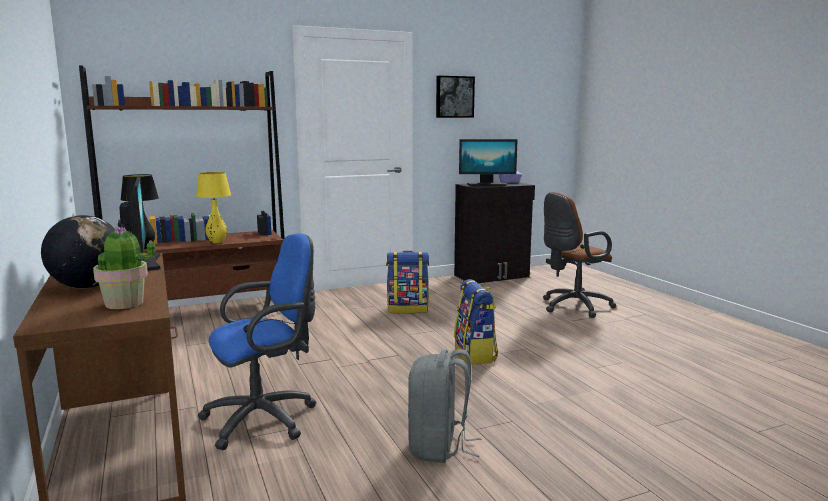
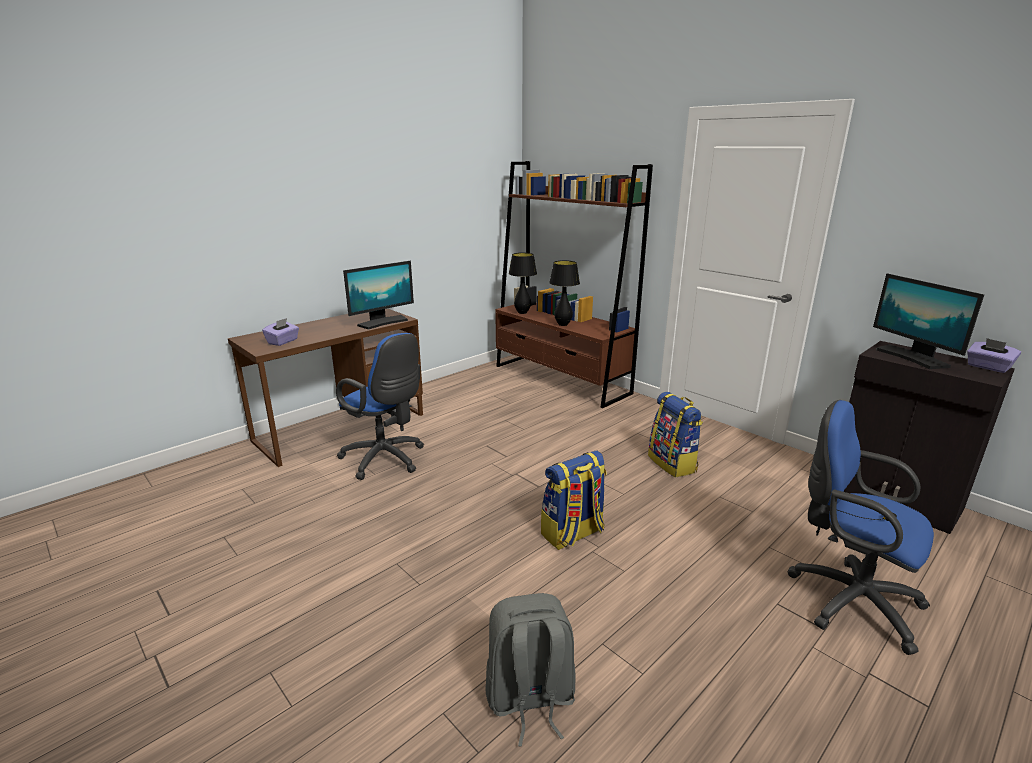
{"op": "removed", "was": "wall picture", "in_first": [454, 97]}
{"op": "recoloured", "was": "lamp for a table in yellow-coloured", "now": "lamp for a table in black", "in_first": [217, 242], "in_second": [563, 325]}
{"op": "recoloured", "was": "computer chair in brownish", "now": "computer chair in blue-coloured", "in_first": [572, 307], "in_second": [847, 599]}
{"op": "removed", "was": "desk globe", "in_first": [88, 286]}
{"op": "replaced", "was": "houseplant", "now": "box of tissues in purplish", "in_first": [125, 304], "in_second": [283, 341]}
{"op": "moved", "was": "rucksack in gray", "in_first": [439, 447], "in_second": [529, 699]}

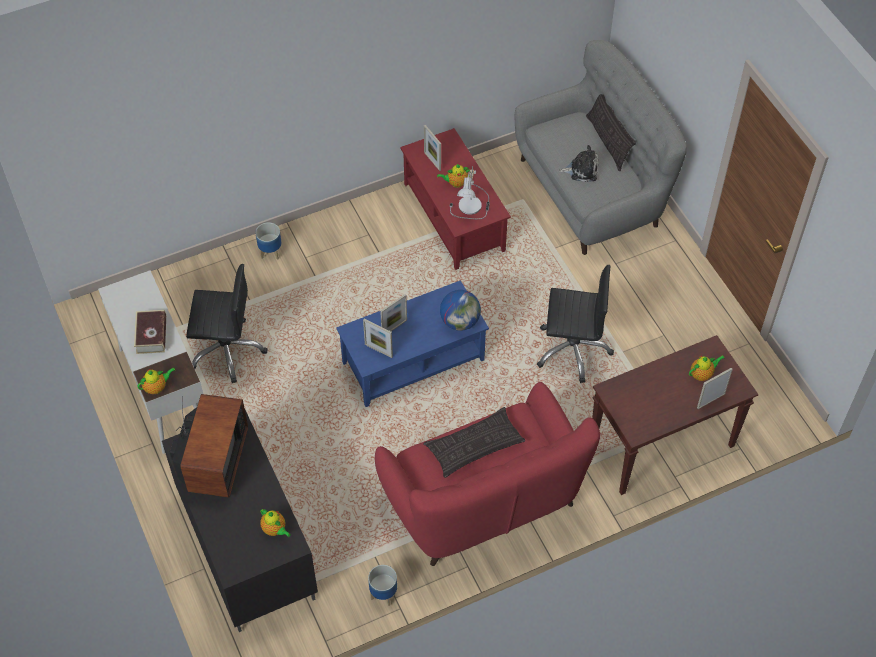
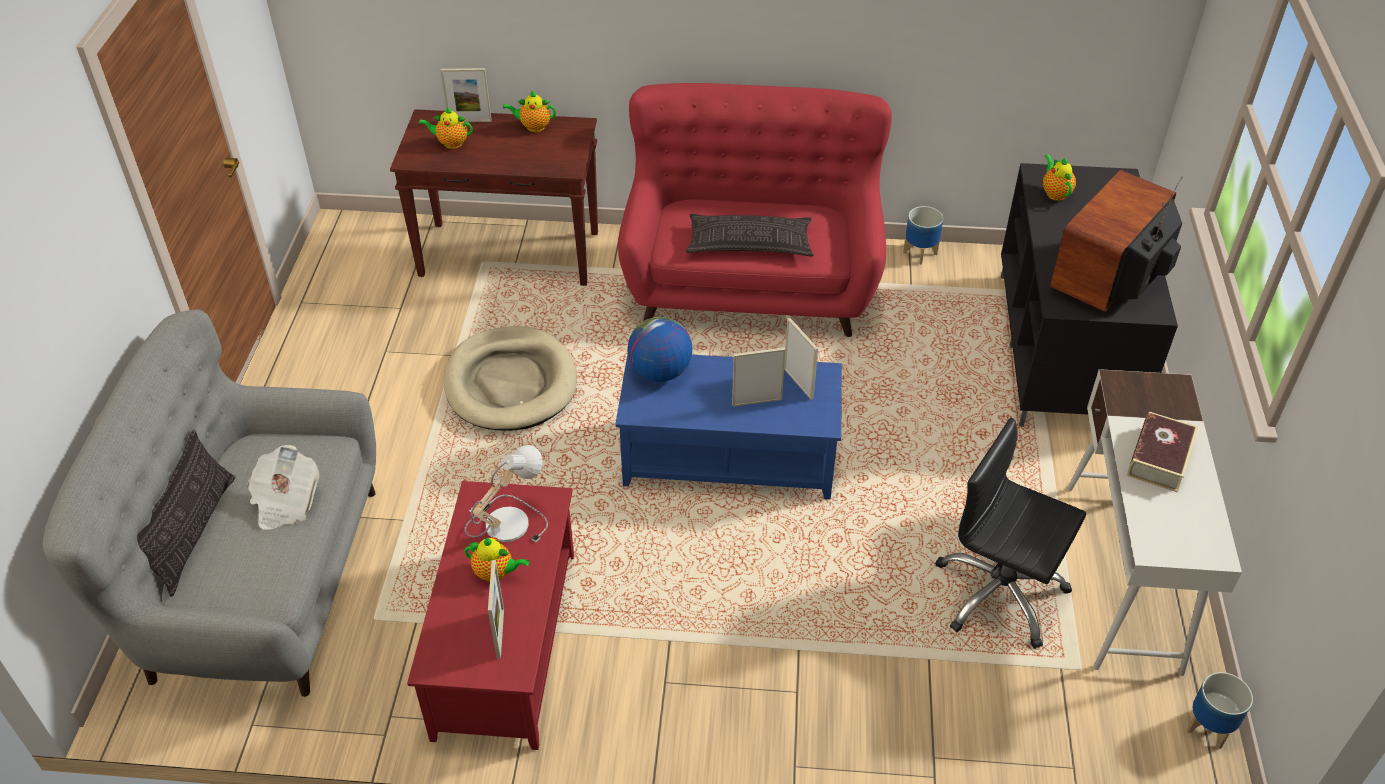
{"op": "replaced", "was": "soft toy", "now": "daily paper", "in_first": [581, 170], "in_second": [286, 502]}
{"op": "moved", "was": "flower pot", "in_first": [270, 252], "in_second": [1208, 728]}
{"op": "replaced", "was": "computer chair in black", "now": "dog bed in sand-coloured", "in_first": [572, 349], "in_second": [511, 383]}
{"op": "moved", "was": "pot for tea", "in_first": [157, 387], "in_second": [533, 127]}

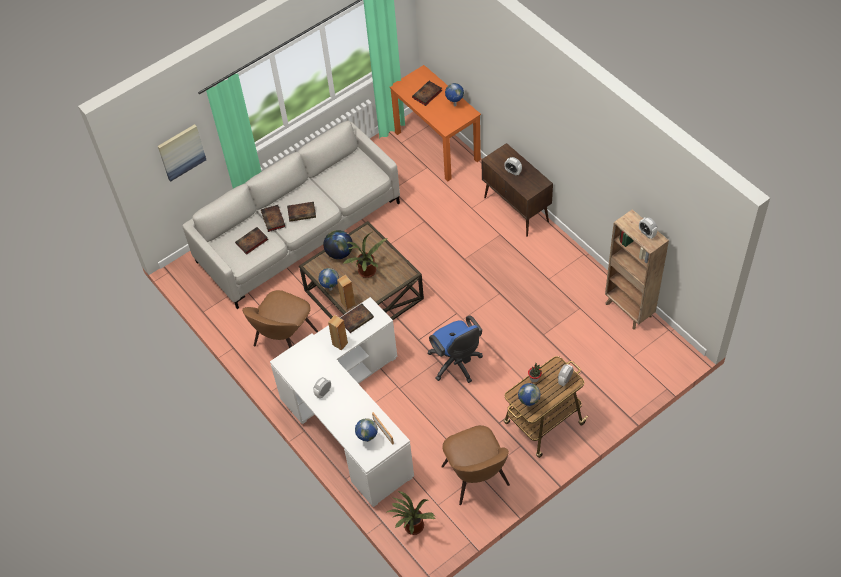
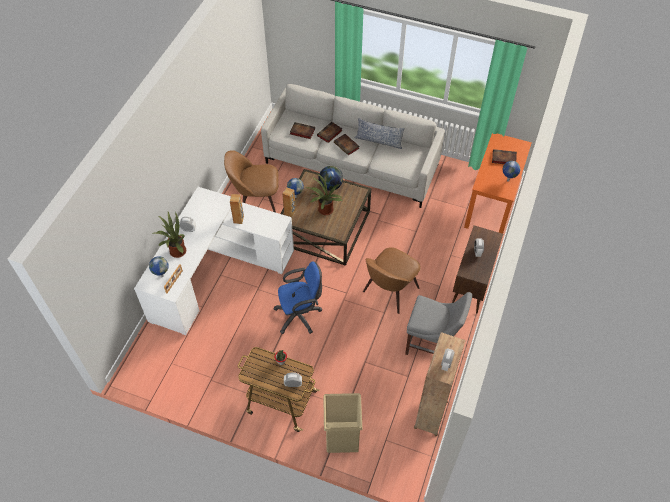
{"op": "removed", "was": "wall picture", "in_first": [181, 152]}
{"op": "removed", "was": "bound book", "in_first": [356, 319]}
{"op": "turned", "was": "computer chair in blue-coloured", "in_first": [456, 364], "in_second": [300, 315], "clockwise": -135}
{"op": "removed", "was": "desk globe", "in_first": [528, 404]}
{"op": "moved", "was": "plain chair in brownish", "in_first": [476, 478], "in_second": [389, 291]}
{"op": "moved", "was": "houseplant", "in_first": [413, 528], "in_second": [176, 251]}
{"op": "added", "now": "cushion", "in_second": [379, 141]}
{"op": "added", "now": "plain chair in gray", "in_second": [431, 345]}
{"op": "added", "now": "rubbish bin in sand-coloured", "in_second": [341, 437]}

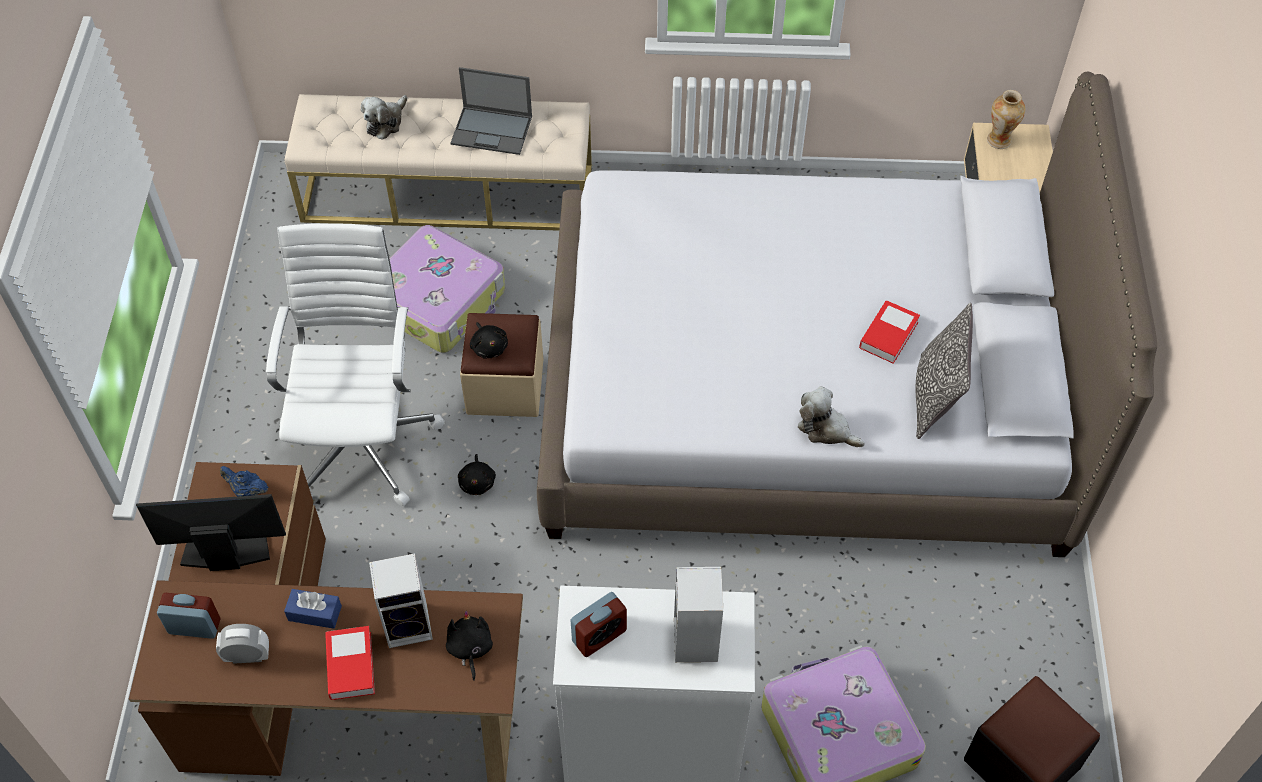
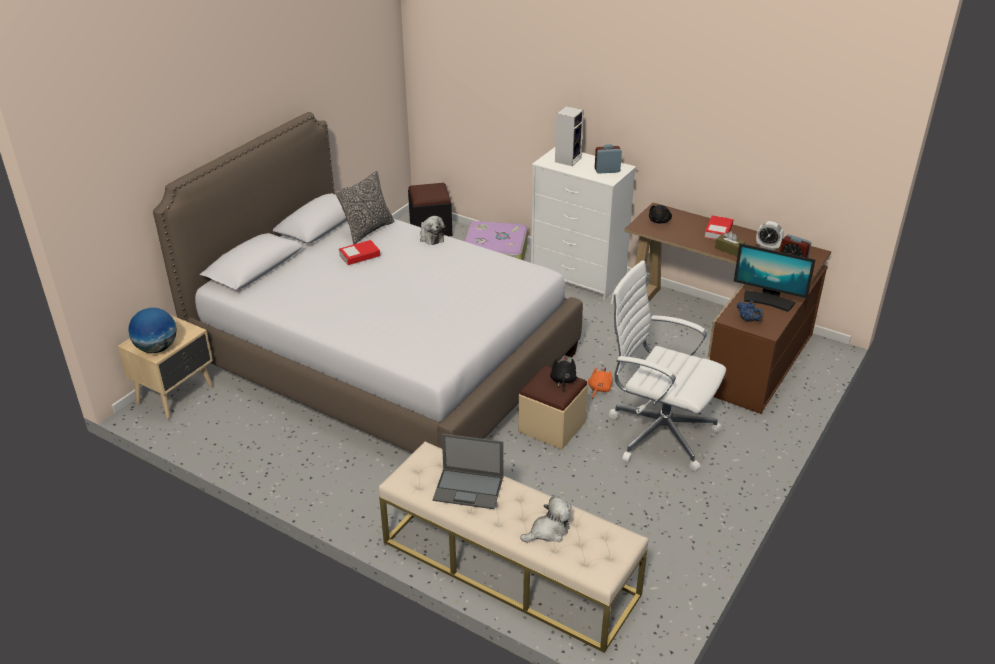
{"op": "turned", "was": "laptop", "in_first": [492, 130], "in_second": [469, 488], "clockwise": 150}
{"op": "replaced", "was": "decorative vase", "now": "desk globe", "in_first": [999, 140], "in_second": [157, 348]}
{"op": "turned", "was": "computer chair in white-coloured", "in_first": [362, 440], "in_second": [659, 433], "clockwise": 90}
{"op": "removed", "was": "piece of luggage", "in_first": [439, 300]}
{"op": "recoloured", "was": "soft toy in black", "now": "soft toy in orange-coloured", "in_first": [477, 482], "in_second": [599, 389]}
{"op": "removed", "was": "speaker", "in_first": [410, 624]}
{"op": "recoloured", "was": "box of tissues in blue-coloured", "now": "box of tissues in brownish", "in_first": [314, 613], "in_second": [729, 249]}

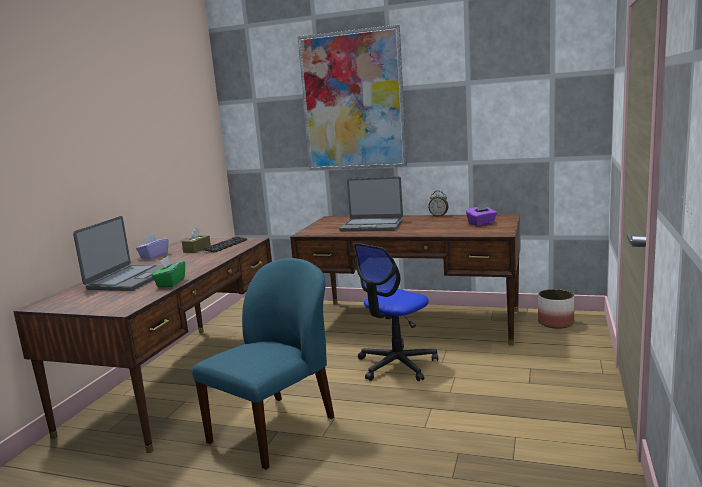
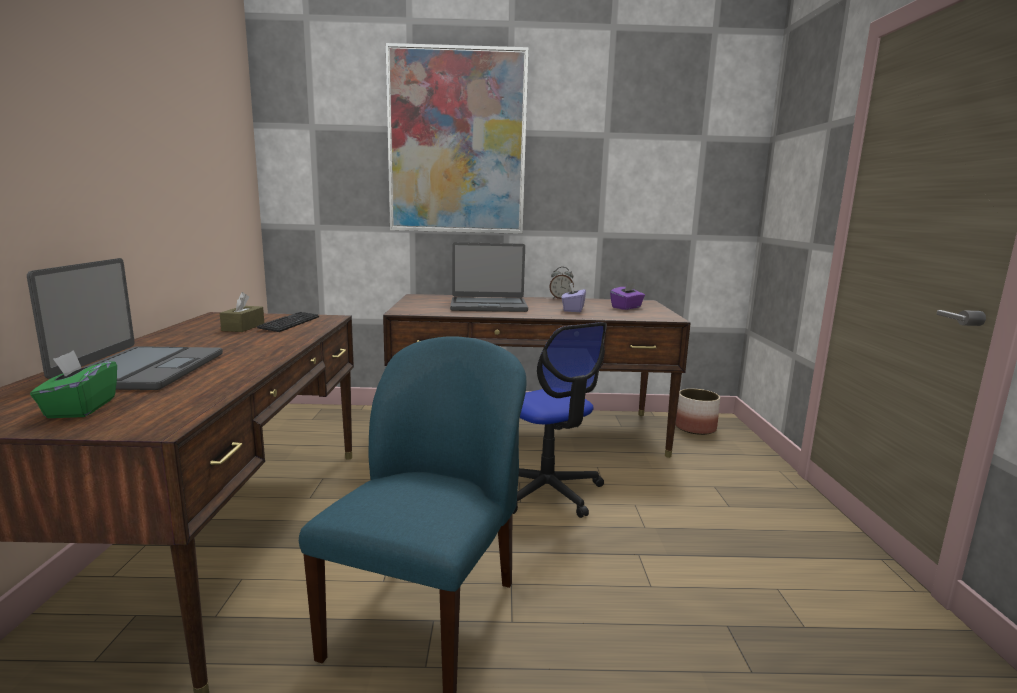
{"op": "moved", "was": "box of tissues in purplish", "in_first": [154, 256], "in_second": [573, 310]}
{"op": "turned", "was": "computer chair", "in_first": [396, 365], "in_second": [548, 491], "clockwise": -60}
{"op": "moved", "was": "box of tissues in green-coloured", "in_first": [170, 283], "in_second": [80, 408]}

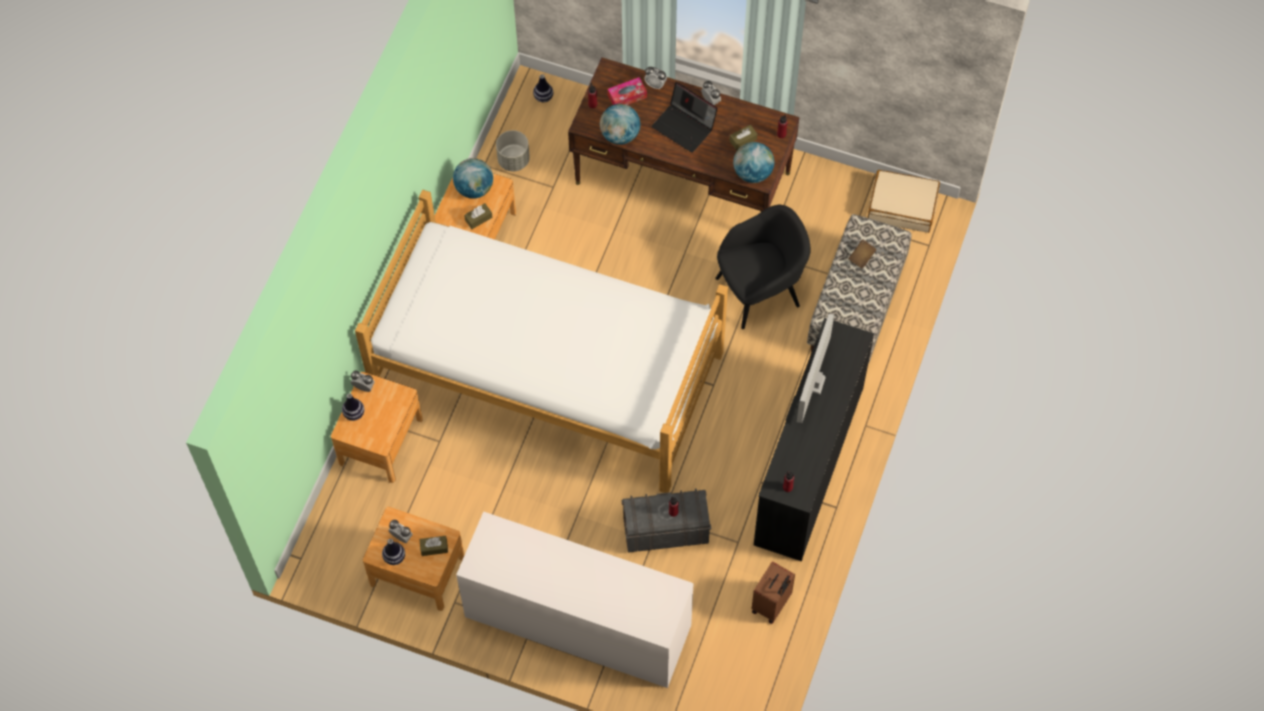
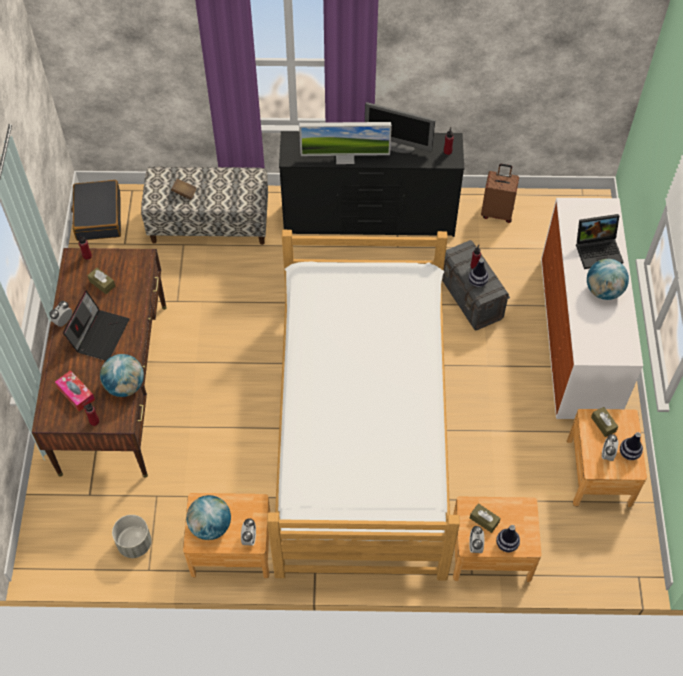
{"op": "moved", "was": "alarm clock", "in_first": [655, 84], "in_second": [249, 538]}
{"op": "moved", "was": "decorative vase", "in_first": [543, 97], "in_second": [477, 282]}
{"op": "moved", "was": "desk globe", "in_first": [752, 173], "in_second": [603, 290]}
{"op": "recoloured", "was": "piece of luggage in sand-coloured", "now": "piece of luggage in black", "in_first": [902, 206], "in_second": [98, 216]}
{"op": "moved", "was": "box of tissues in brownish", "in_first": [478, 219], "in_second": [484, 520]}
{"op": "removed", "was": "easy chair in black", "in_first": [759, 291]}
{"op": "added", "now": "computer screen", "in_second": [398, 146]}
{"op": "added", "now": "laptop", "in_second": [599, 250]}

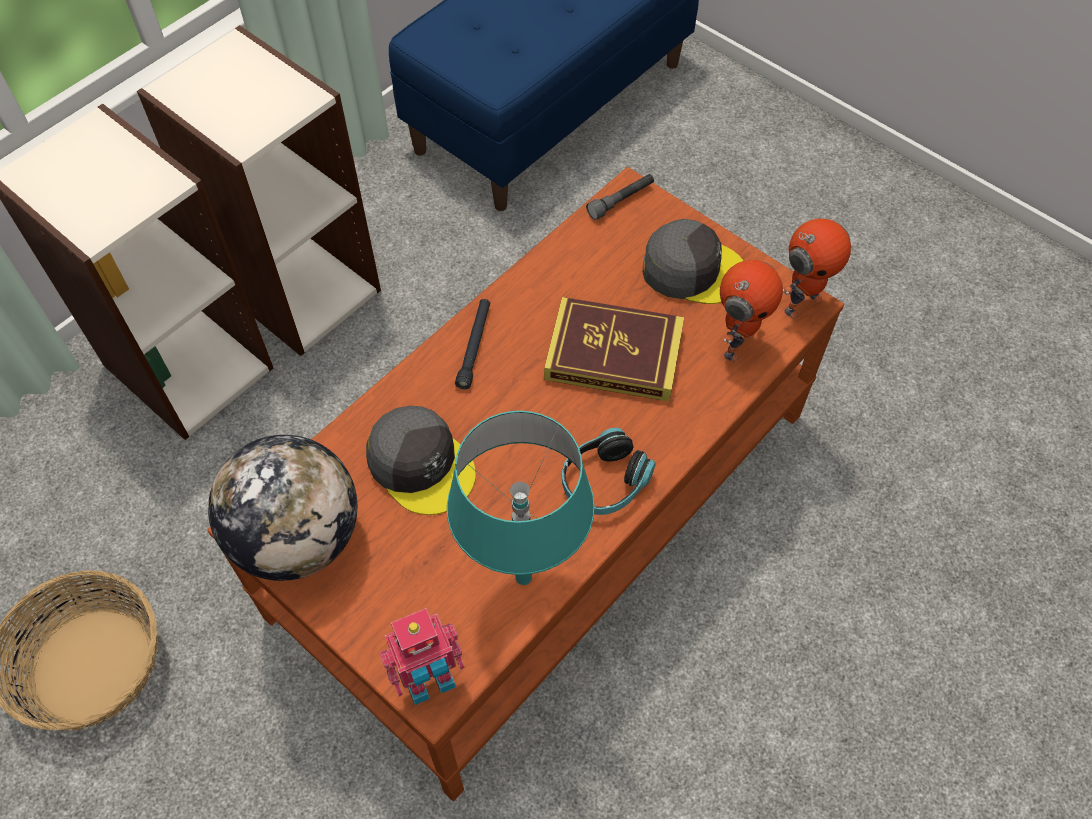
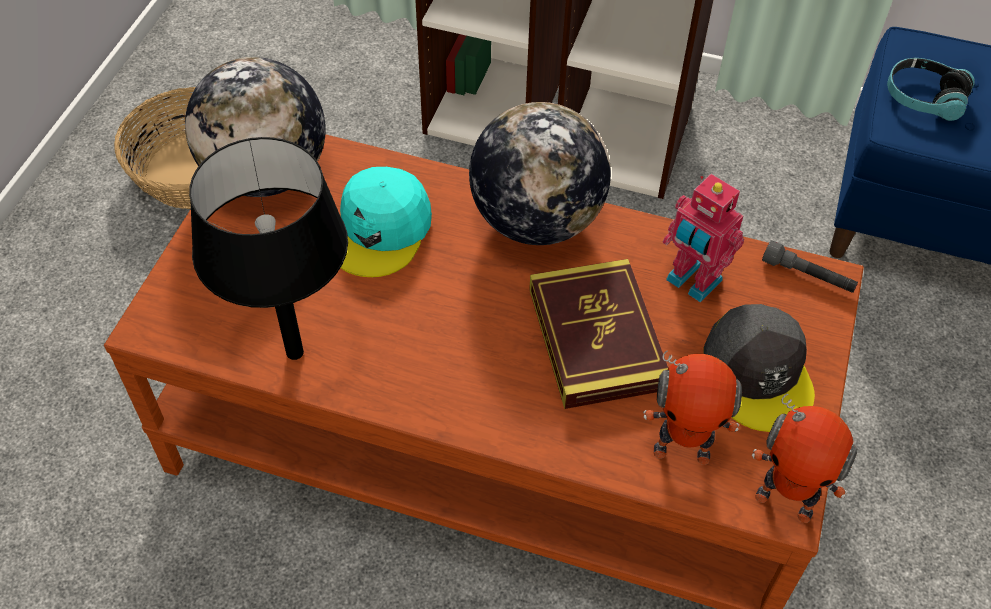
{"op": "replaced", "was": "torch in black", "now": "desk globe", "in_first": [474, 346], "in_second": [536, 220]}
{"op": "recoloured", "was": "cap in gray", "now": "cap in turquoise", "in_first": [421, 464], "in_second": [381, 230]}
{"op": "recoloured", "was": "lamp for a table in turquoise", "now": "lamp for a table in black", "in_first": [524, 577], "in_second": [294, 353]}
{"op": "moved", "was": "headphones", "in_first": [604, 481], "in_second": [924, 98]}
{"op": "moved", "was": "toy robot", "in_first": [430, 682], "in_second": [691, 282]}

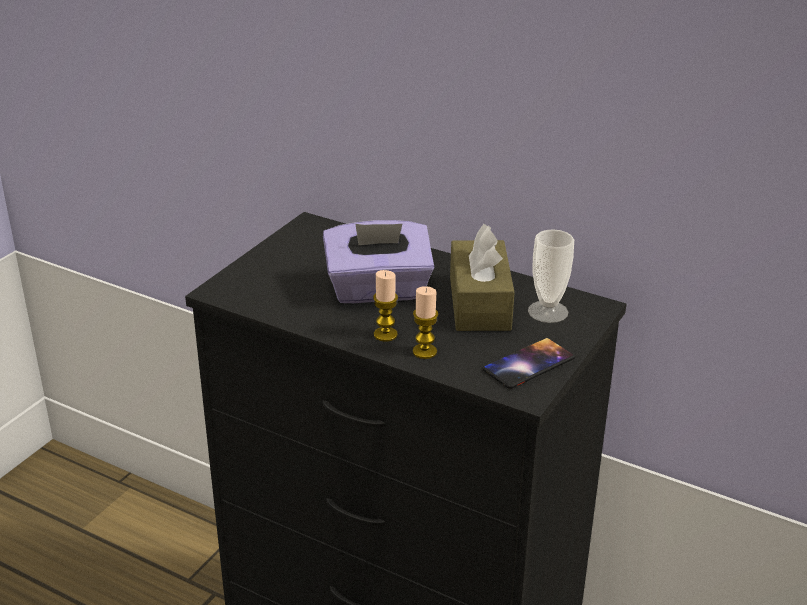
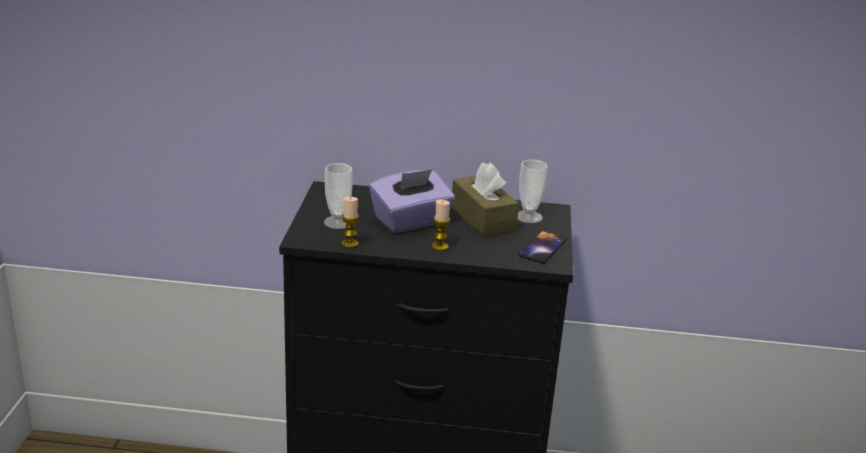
{"op": "moved", "was": "wax candle", "in_first": [424, 351], "in_second": [350, 243]}
{"op": "added", "now": "drinking cup", "in_second": [338, 222]}

